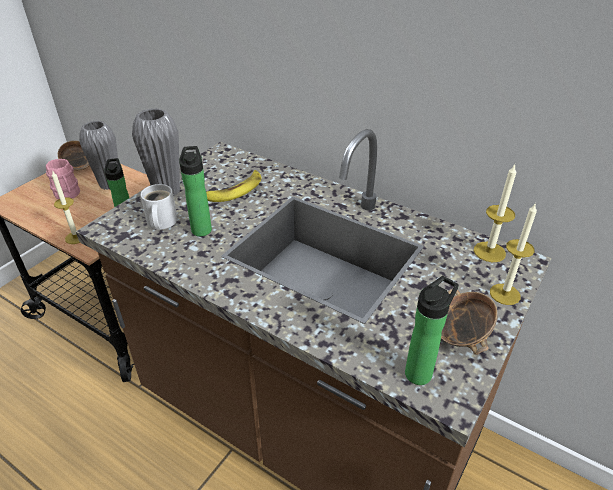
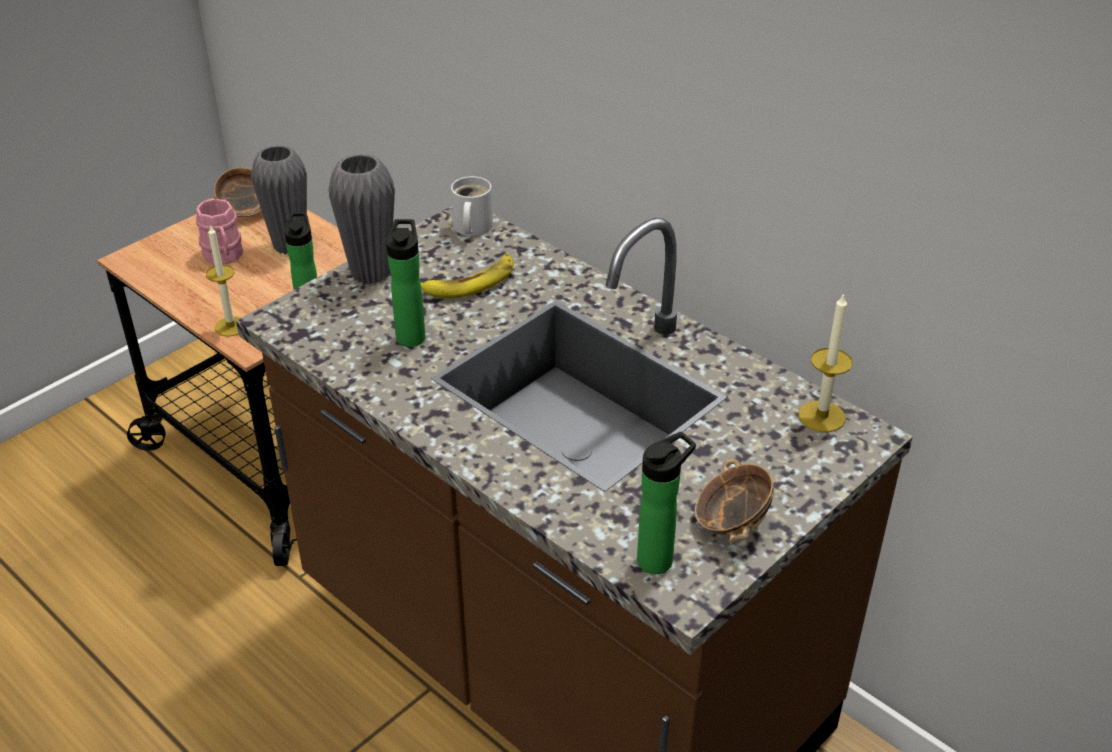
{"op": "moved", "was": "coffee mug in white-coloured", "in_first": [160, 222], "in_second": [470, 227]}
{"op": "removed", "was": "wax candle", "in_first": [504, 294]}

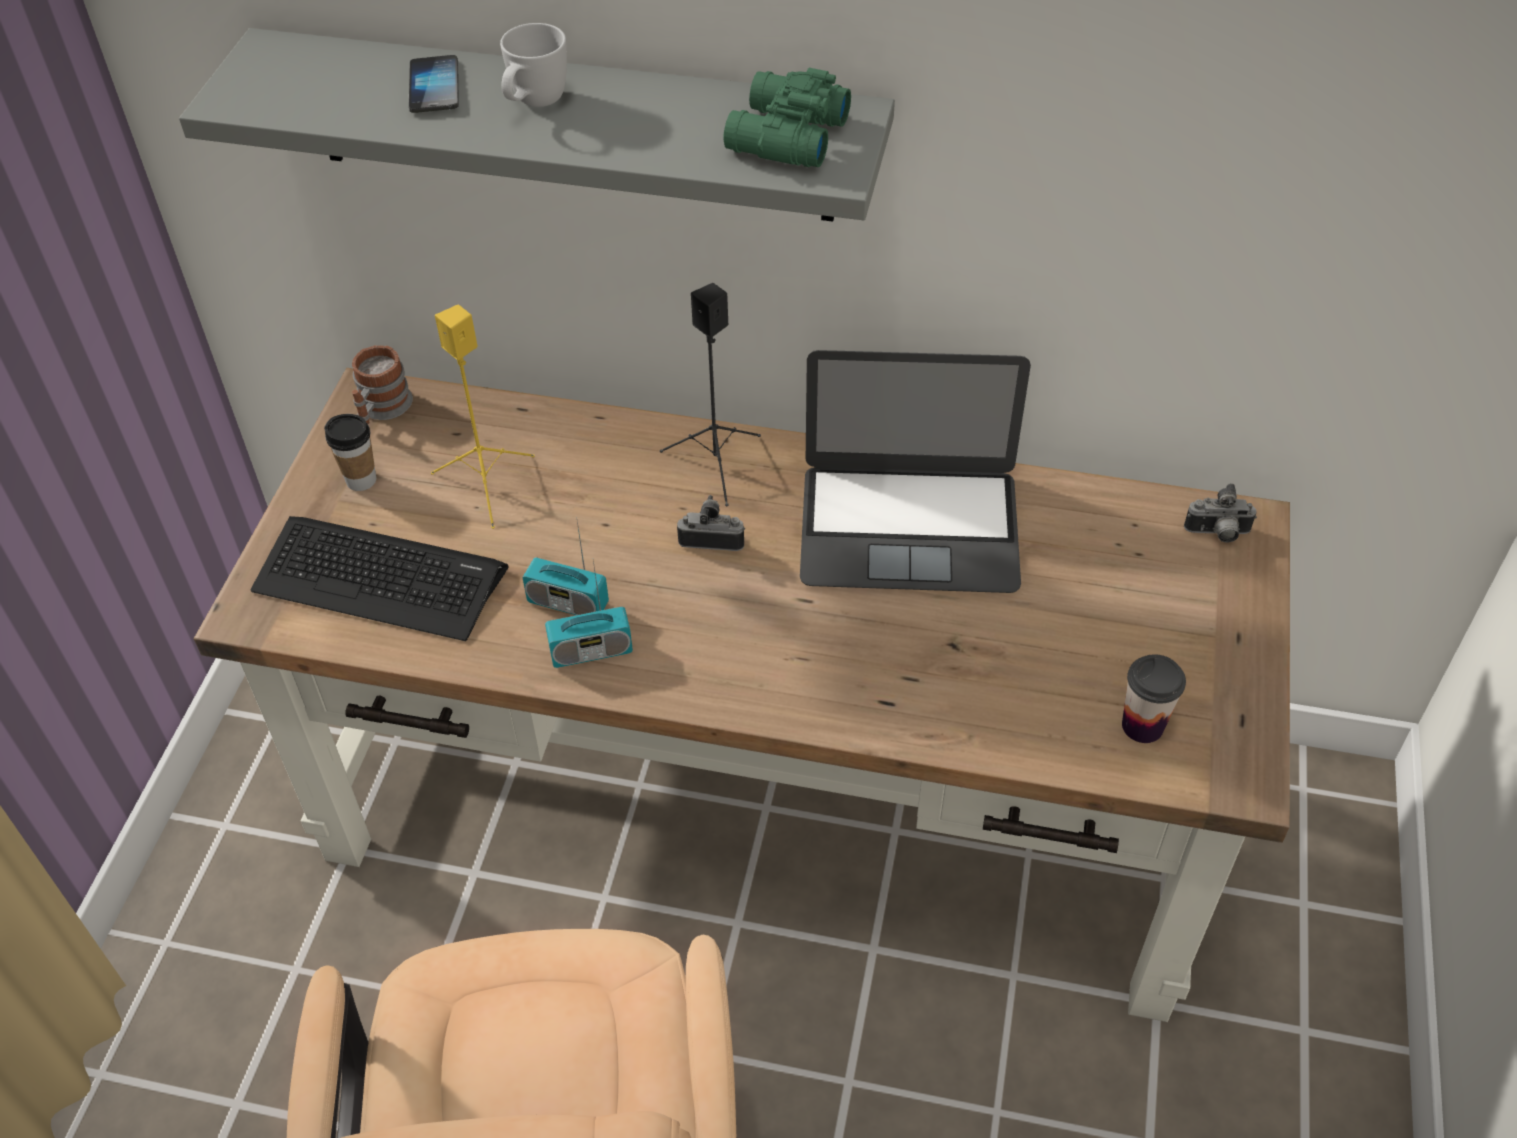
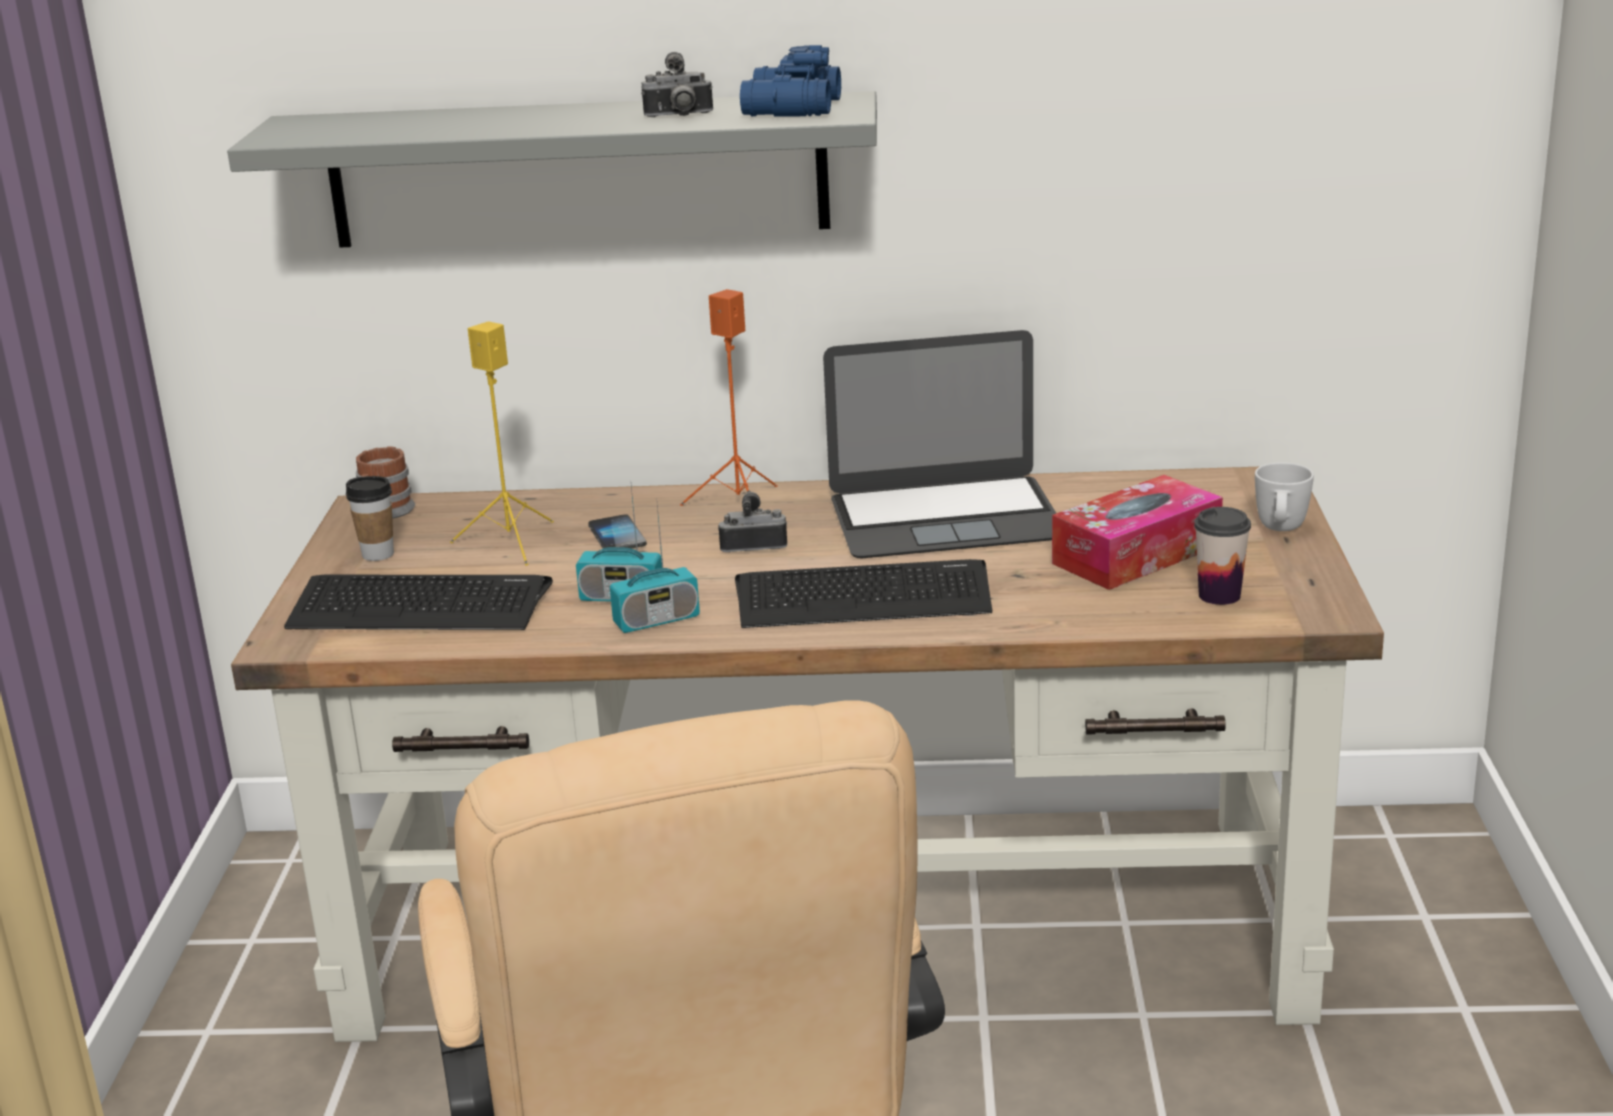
{"op": "moved", "was": "coffee mug in white-coloured", "in_first": [534, 105], "in_second": [1281, 531]}
{"op": "moved", "was": "handset", "in_first": [434, 87], "in_second": [617, 536]}
{"op": "recoloured", "was": "pair of binoculars in green-coloured", "now": "pair of binoculars in blue-coloured", "in_first": [784, 137], "in_second": [789, 109]}
{"op": "recoloured", "was": "speaker in black", "now": "speaker in orange-coloured", "in_first": [716, 464], "in_second": [740, 506]}
{"op": "moved", "was": "photo camera", "in_first": [1217, 534], "in_second": [679, 116]}
{"op": "added", "now": "box of tissues", "in_second": [1136, 554]}
{"op": "added", "now": "PC keyboard", "in_second": [863, 597]}

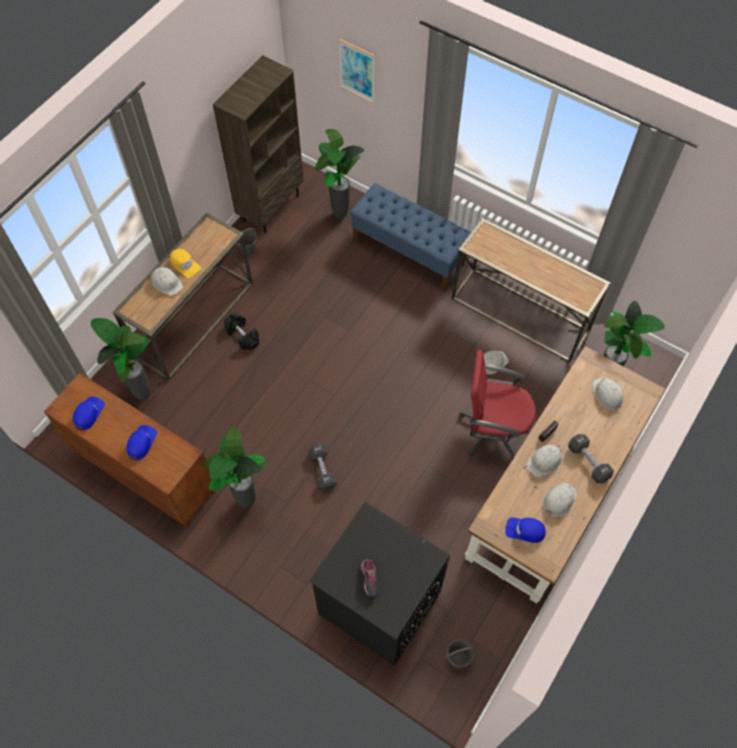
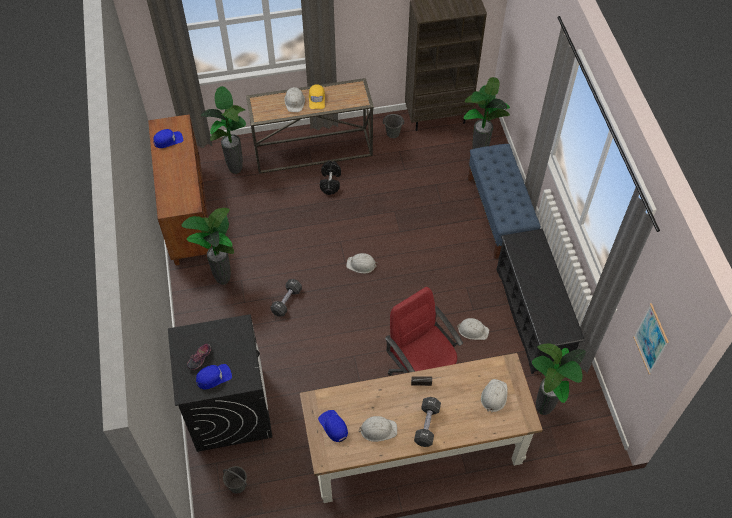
{"op": "moved", "was": "wall picture", "in_first": [357, 71], "in_second": [651, 339]}
{"op": "replaced", "was": "narrow table", "now": "shoe rack in black", "in_first": [521, 314], "in_second": [532, 316]}
{"op": "moved", "was": "cap in blue-coloured", "in_first": [141, 442], "in_second": [213, 377]}
{"op": "moved", "was": "work helmet in white-coloured", "in_first": [544, 461], "in_second": [361, 264]}

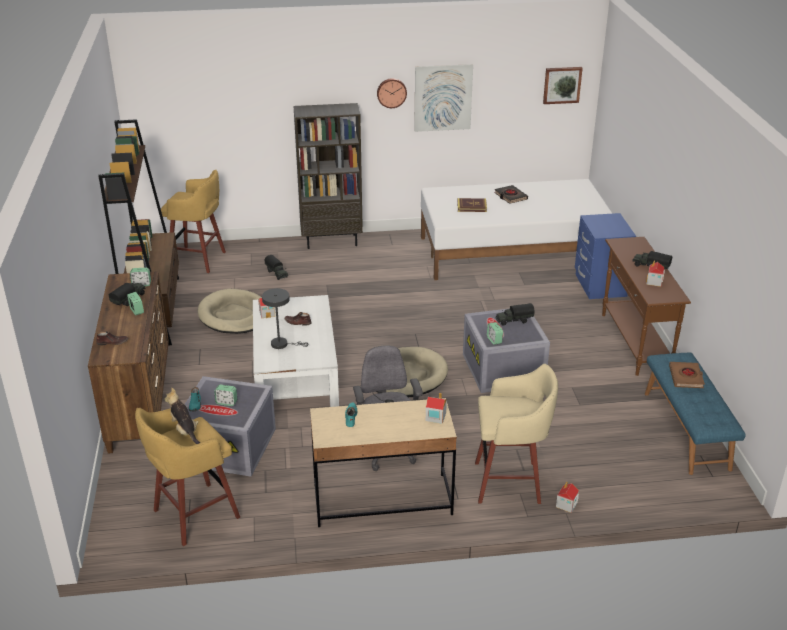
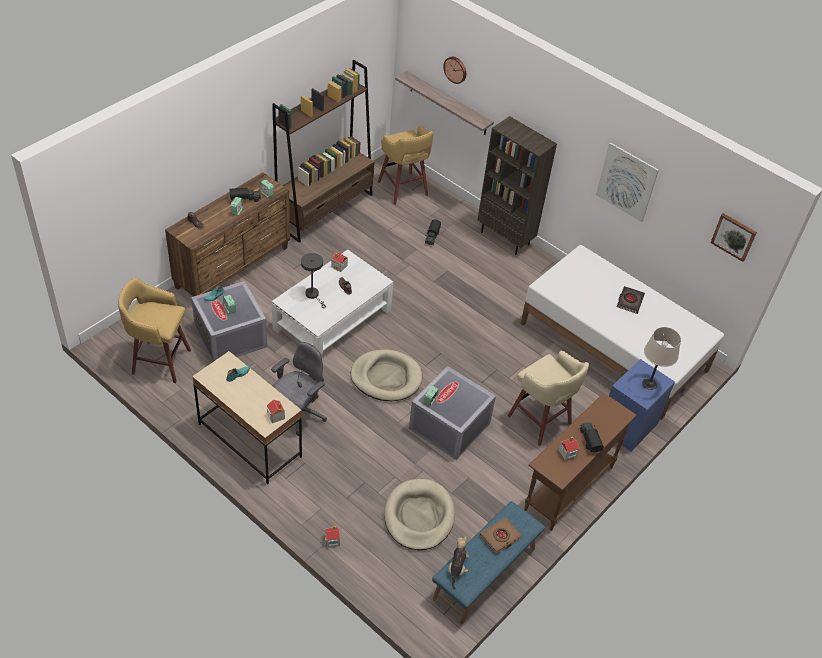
{"op": "moved", "was": "clock on the wall", "in_first": [391, 92], "in_second": [455, 69]}
{"op": "removed", "was": "bound book", "in_first": [471, 207]}
{"op": "moved", "was": "dog bed in sand-coloured", "in_first": [234, 315], "in_second": [419, 516]}
{"op": "removed", "was": "toy lorry", "in_first": [514, 320]}
{"op": "moved", "was": "stool seat in sand-coloured", "in_first": [510, 482], "in_second": [540, 421]}
{"op": "moved", "was": "soft toy", "in_first": [185, 431], "in_second": [457, 568]}
{"op": "added", "now": "wall shelf", "in_second": [448, 104]}
{"op": "added", "now": "lamp for a table in sand-coloured", "in_second": [649, 384]}

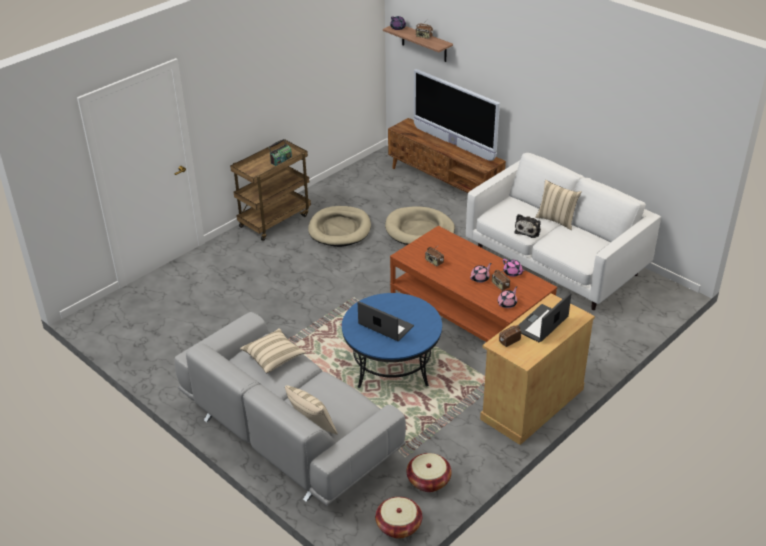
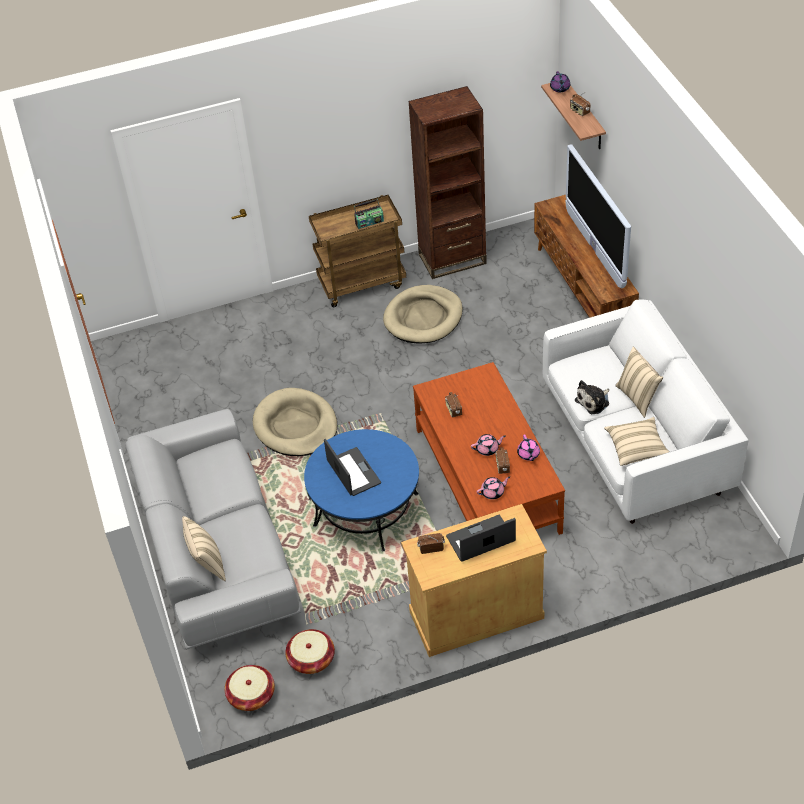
{"op": "moved", "was": "dog bed in sand-coloured", "in_first": [419, 230], "in_second": [295, 426]}
{"op": "moved", "was": "cushion in sand-coloured", "in_first": [273, 357], "in_second": [636, 448]}
{"op": "added", "now": "bookcase in brownish", "in_second": [452, 259]}

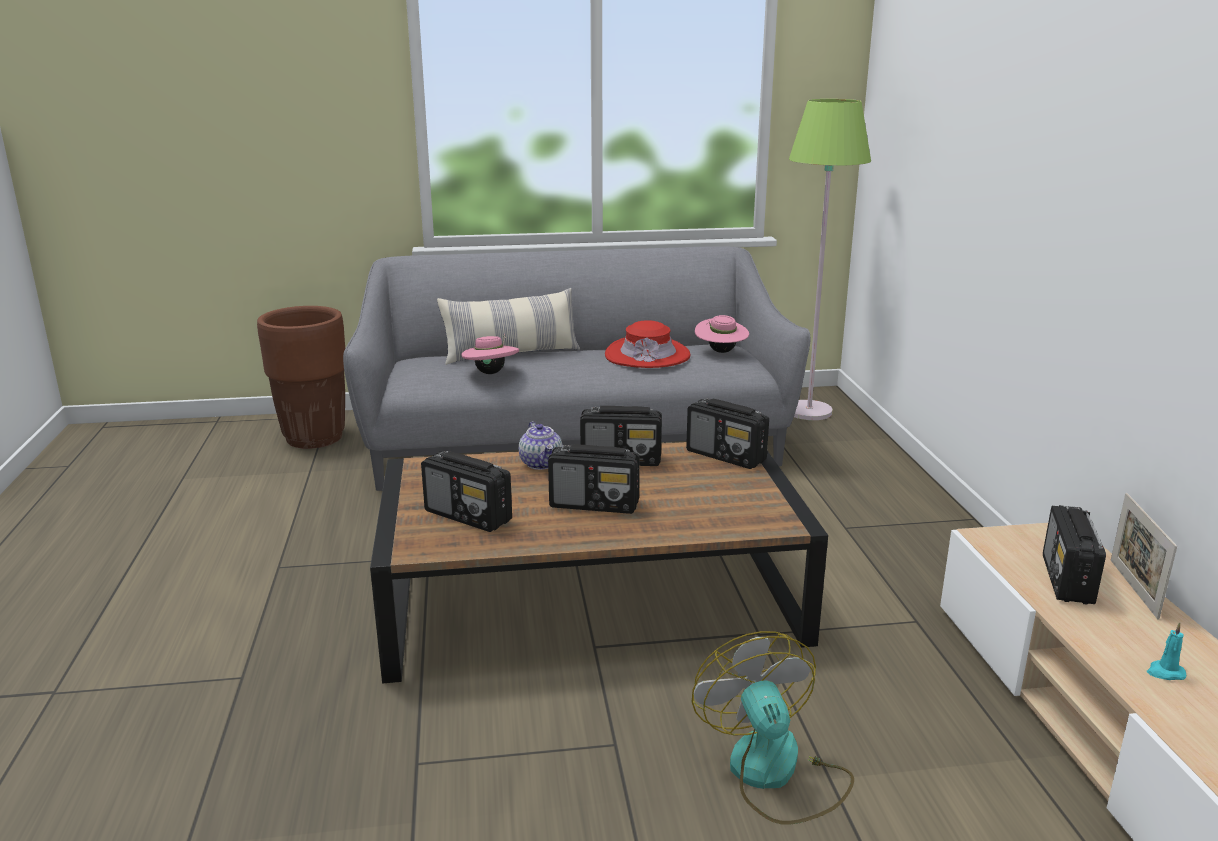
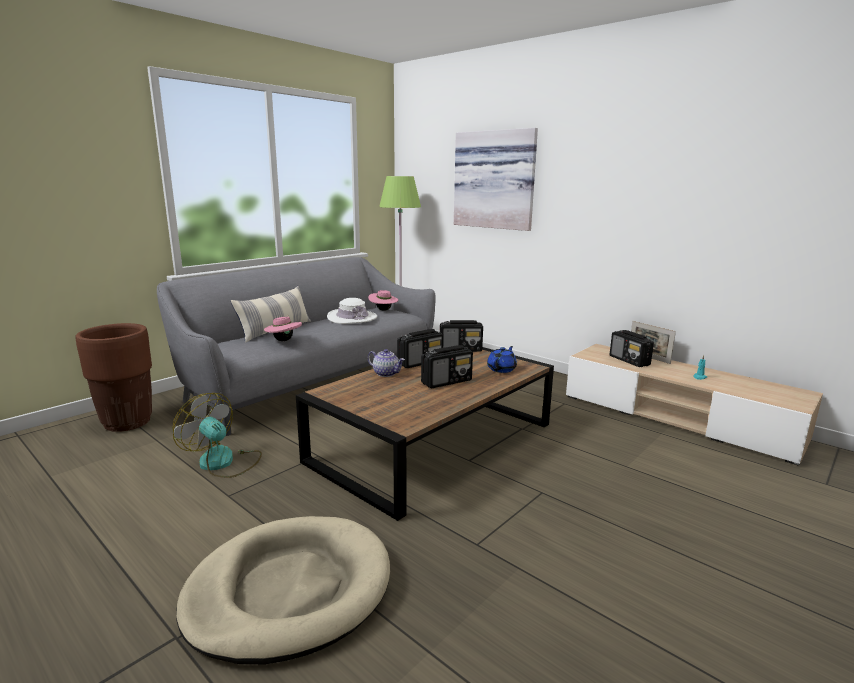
{"op": "recoloured", "was": "hat in red-coloured", "now": "hat in white-coloured", "in_first": [647, 355], "in_second": [352, 317]}
{"op": "removed", "was": "radio receiver", "in_first": [468, 516]}
{"op": "moved", "was": "fan", "in_first": [774, 774], "in_second": [223, 462]}
{"op": "added", "now": "wall picture", "in_second": [495, 180]}
{"op": "added", "now": "pot for tea in blue-coloured", "in_second": [502, 369]}
{"op": "added", "now": "dog bed in sand-coloured", "in_second": [289, 590]}

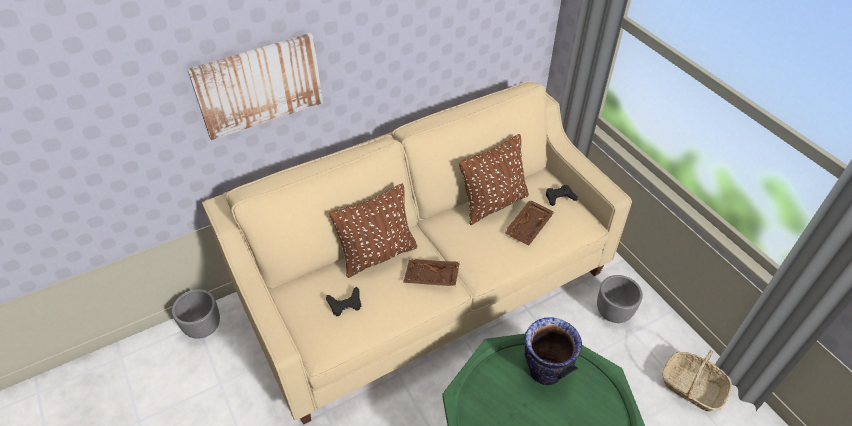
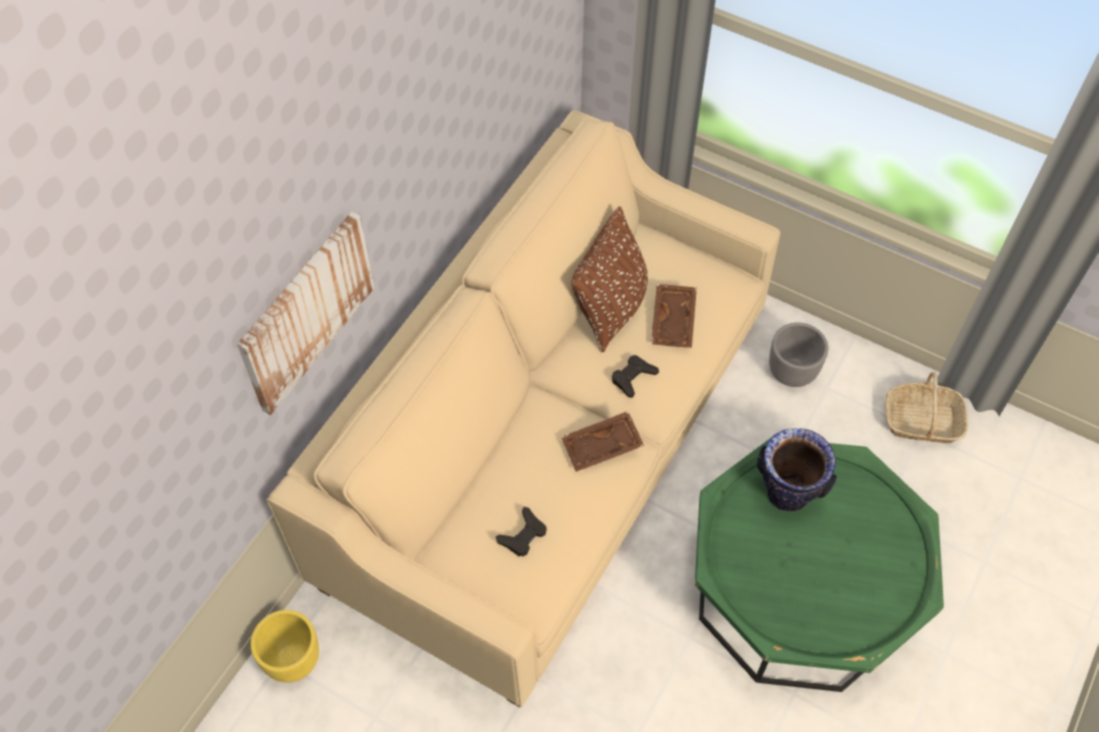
{"op": "removed", "was": "cushion in brownish", "in_first": [377, 255]}
{"op": "moved", "was": "gamepad in black", "in_first": [559, 197], "in_second": [633, 378]}
{"op": "recoloured", "was": "flower pot in gray", "now": "flower pot in yellow-coloured", "in_first": [203, 327], "in_second": [293, 659]}

